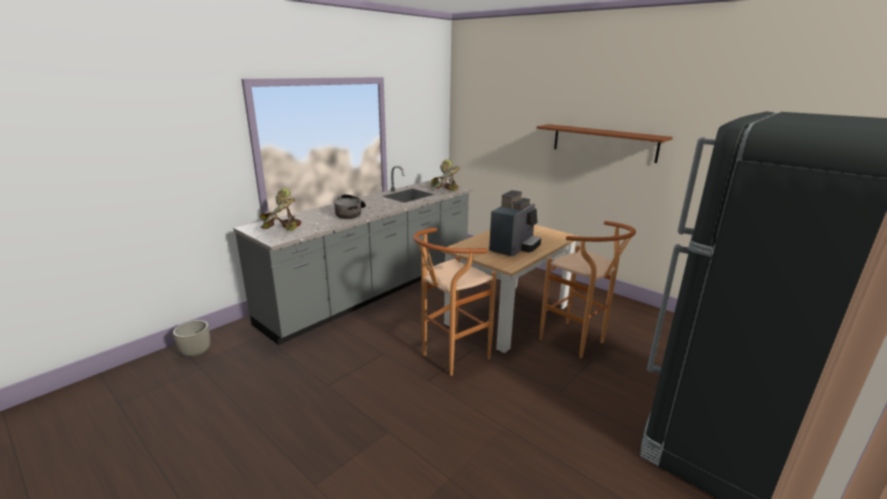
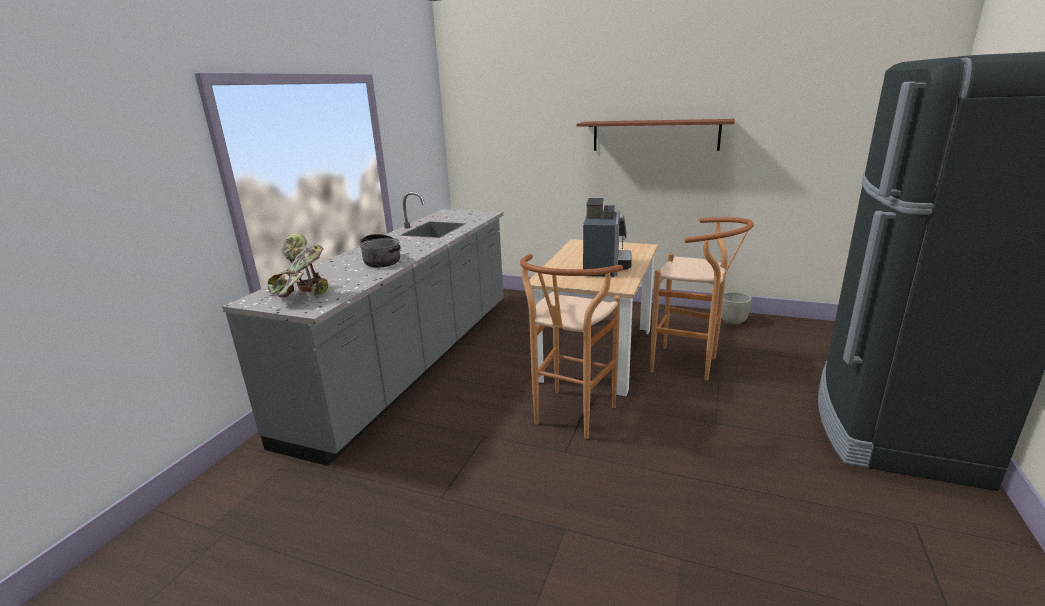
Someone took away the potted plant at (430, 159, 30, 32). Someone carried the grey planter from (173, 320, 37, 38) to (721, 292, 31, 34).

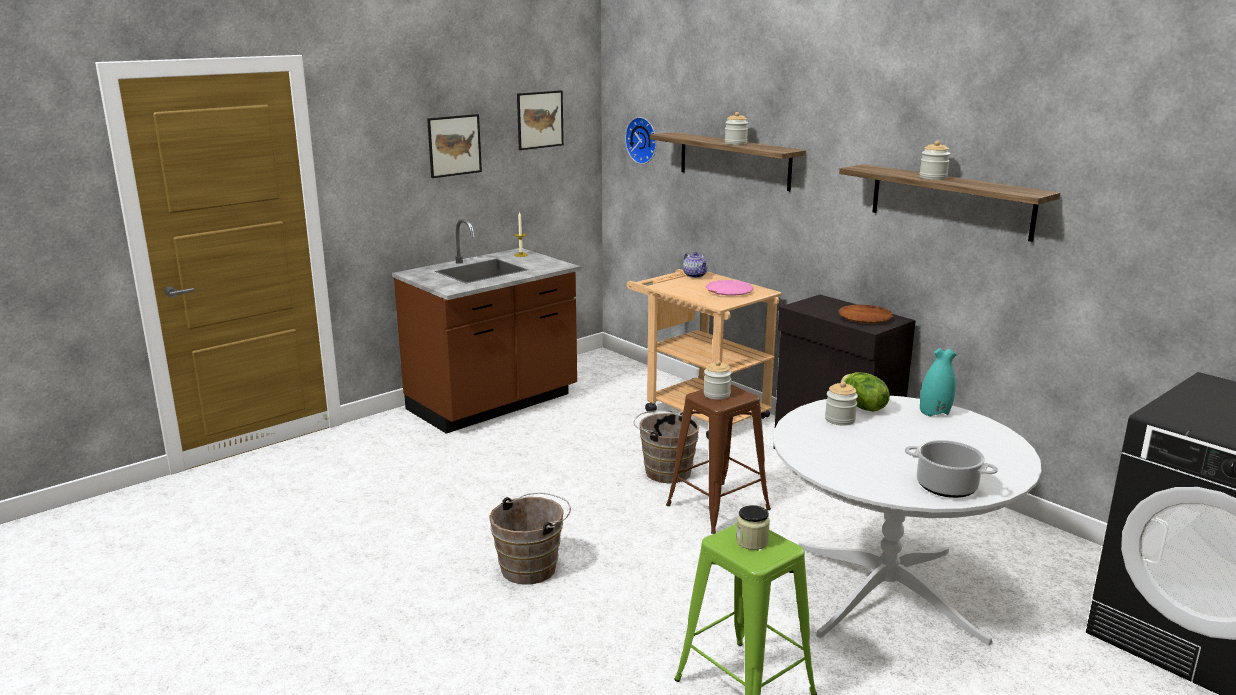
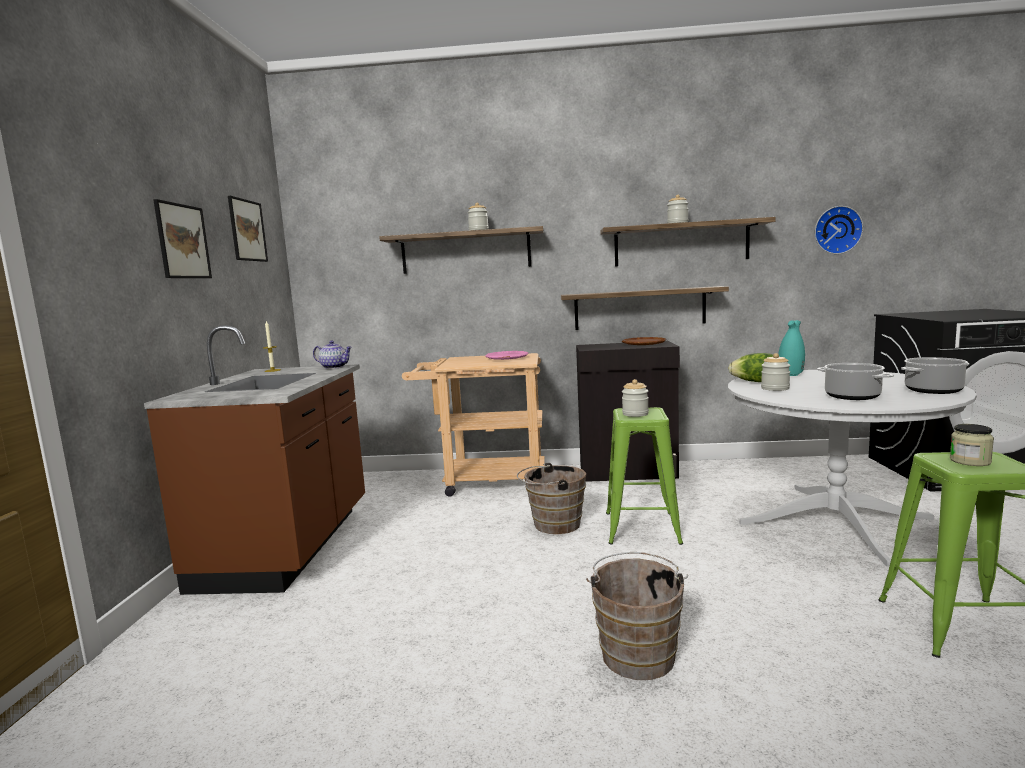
Someone carried the wall clock from (625, 117, 32, 47) to (815, 206, 48, 48). Someone carried the teapot from (683, 252, 25, 26) to (313, 341, 39, 28). Someone repainted the brown stool at (666, 384, 105, 150), which became the green stool at (606, 407, 77, 138). Someone put up the shelf at (561, 286, 168, 44). Someone put down the cooking pot at (817, 363, 77, 37).

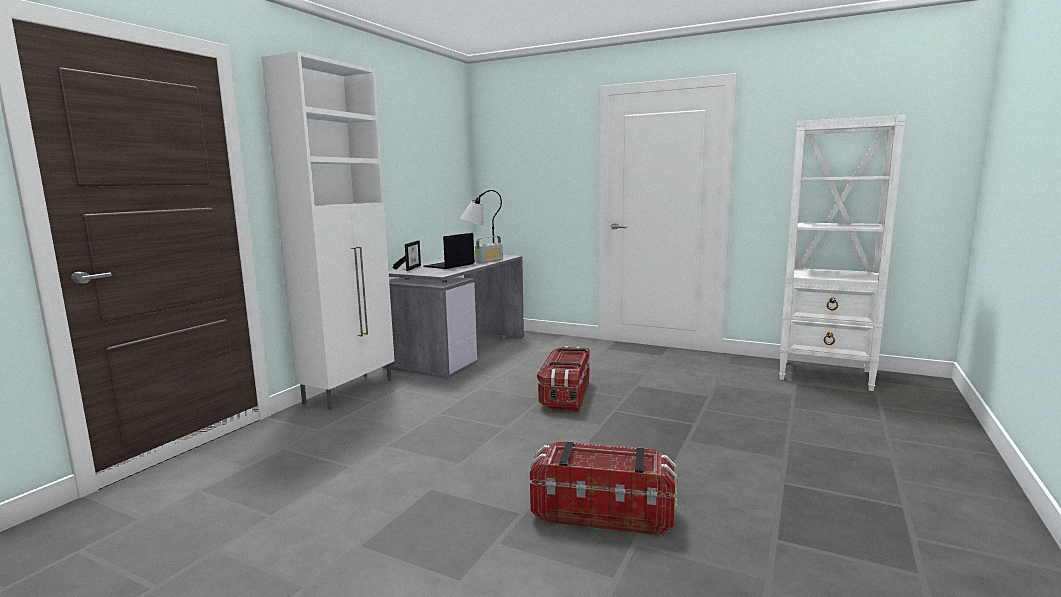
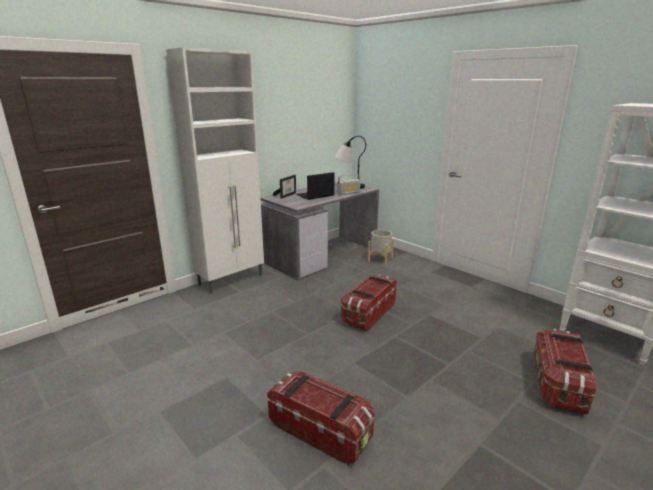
Someone put down the grey planter at (368, 230, 26, 35). Someone put down the storage box at (534, 329, 62, 86).

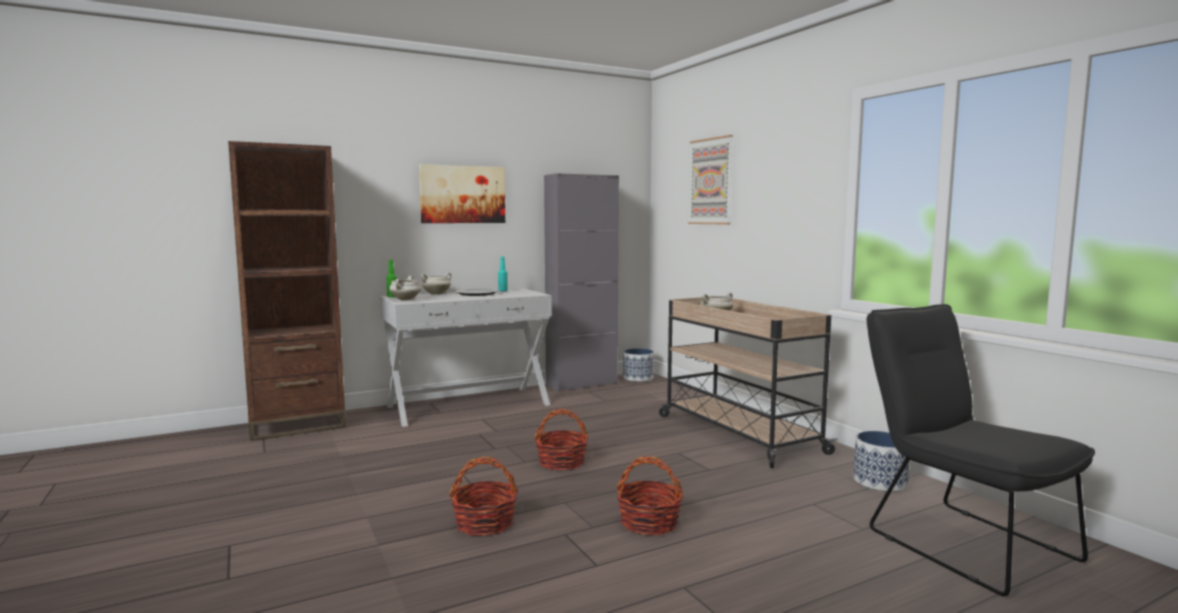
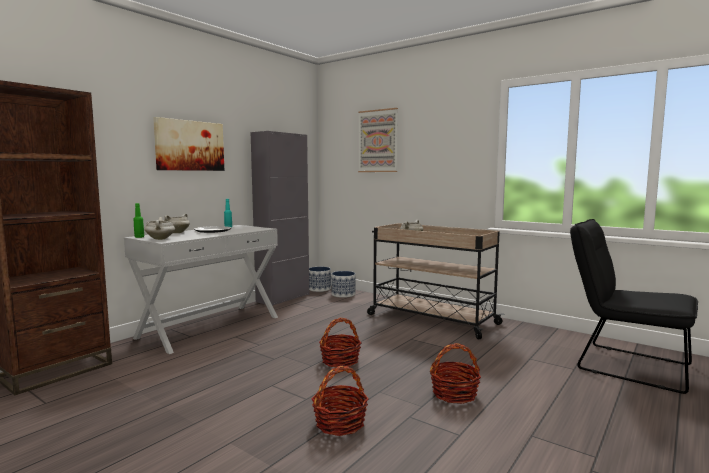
Someone carried the planter from (854, 431, 56, 61) to (331, 271, 24, 27).

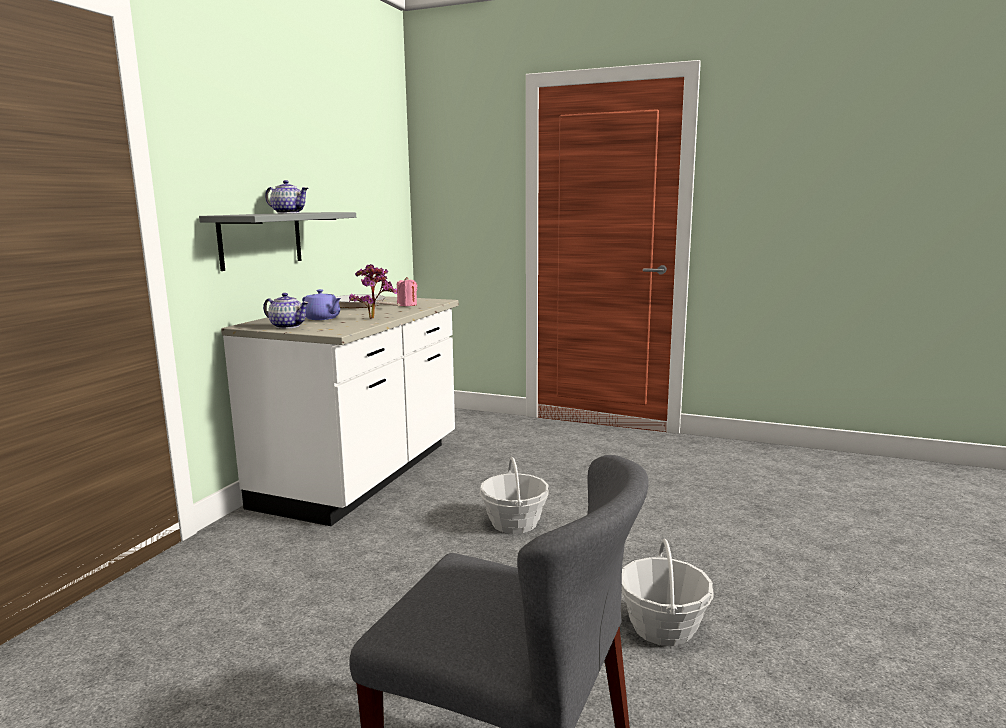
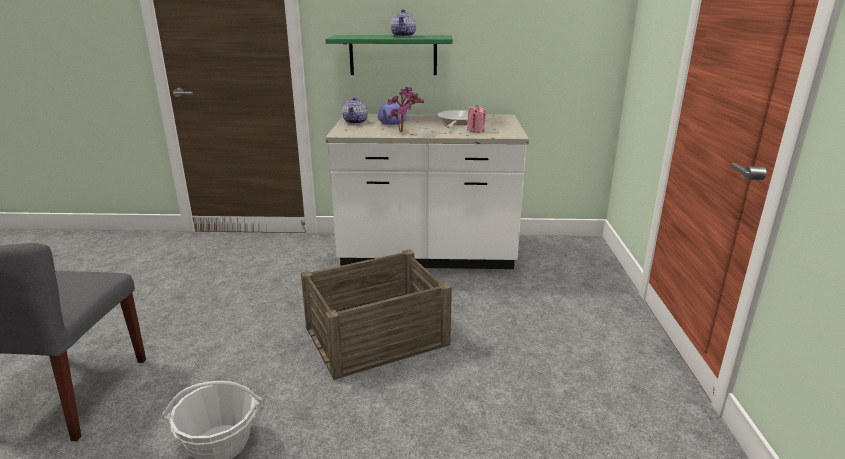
Someone repainted the grey shelf at (199, 212, 157, 59), which became the green shelf at (325, 35, 128, 40). Someone swapped the basket at (480, 457, 69, 77) for the crate at (301, 249, 151, 131).

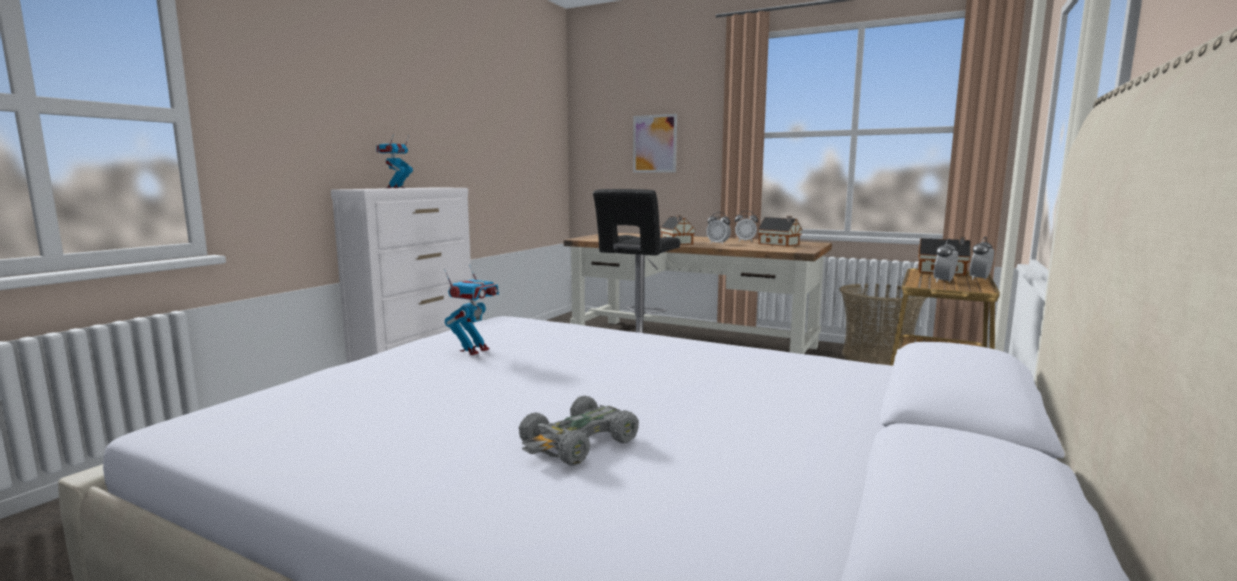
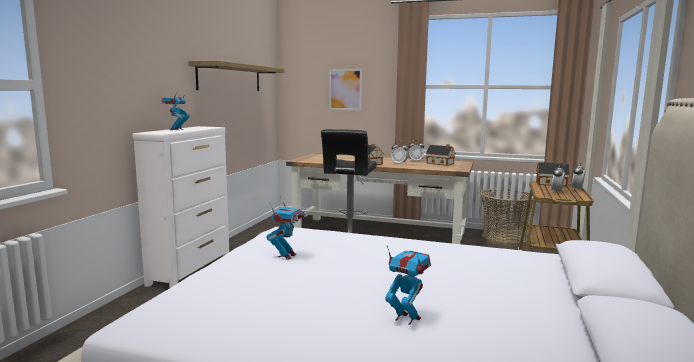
Someone swapped the grey toy car at (519, 396, 120, 70) for the toy robot at (385, 246, 46, 79). Someone put up the shelf at (189, 61, 95, 30).

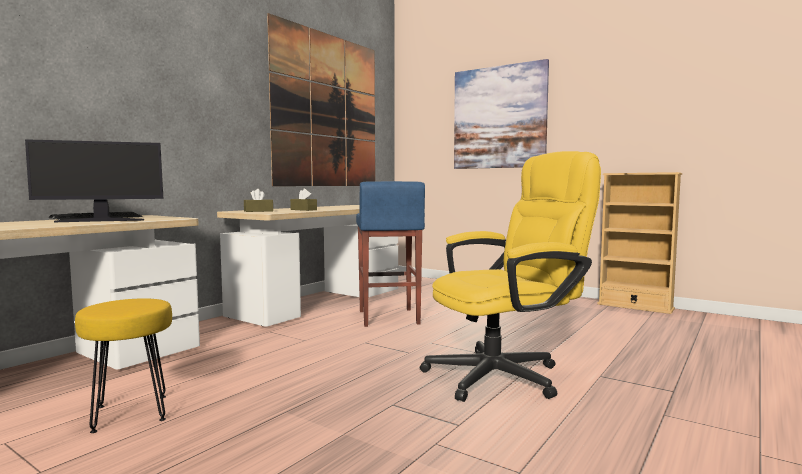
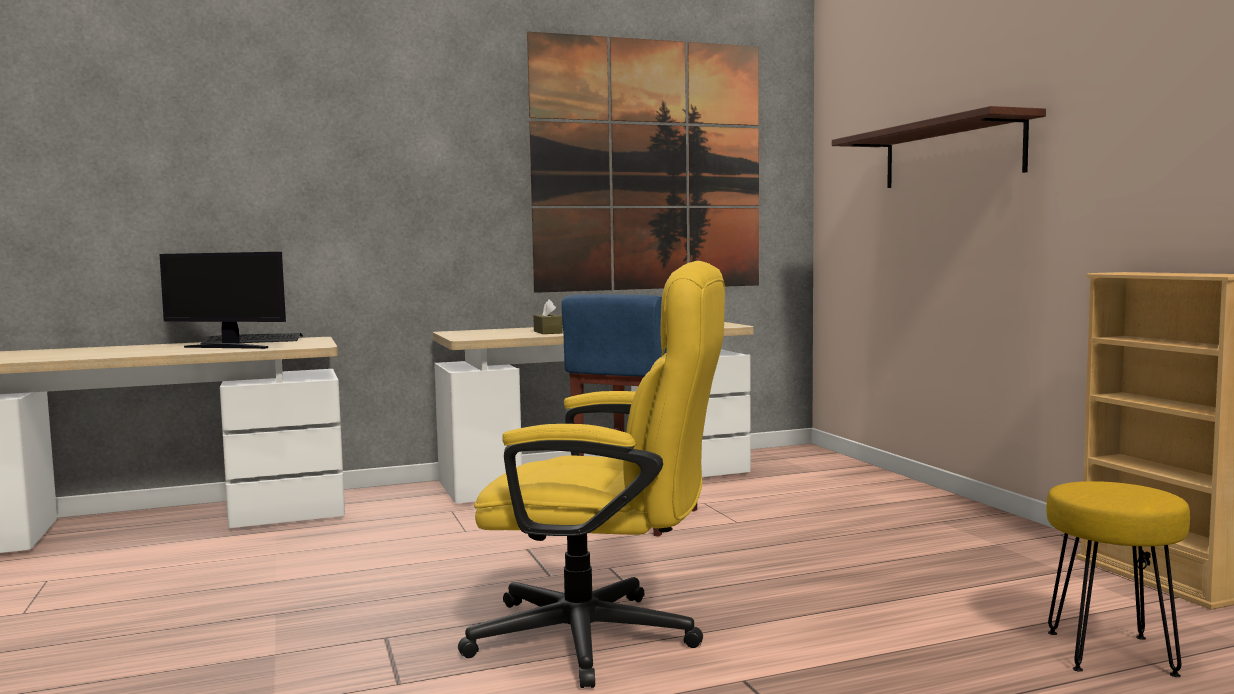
Someone swapped the picture at (454, 59, 95, 110) for the shelf at (832, 106, 214, 82). Someone took away the brown tissue box at (244, 189, 29, 23). Someone carried the yellow stool from (75, 298, 97, 135) to (1047, 481, 143, 196).

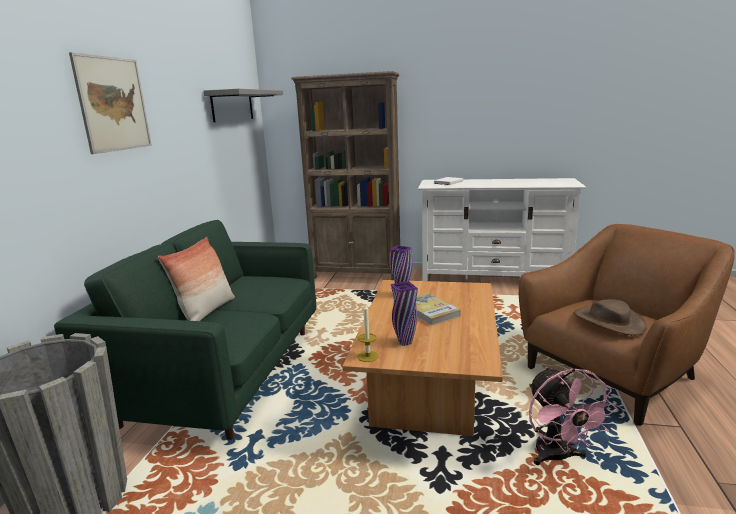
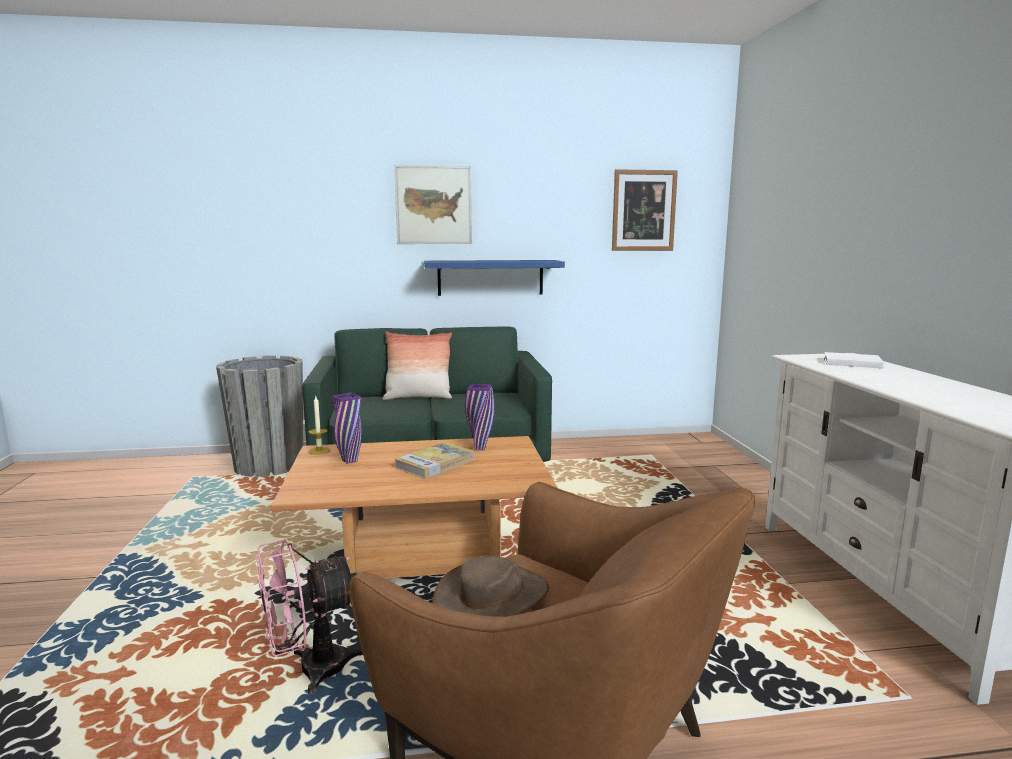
Someone took away the brown bookcase at (291, 71, 109, 209). Someone swapped the grey shelf at (203, 89, 80, 33) for the picture at (612, 169, 66, 82). Someone put up the blue shelf at (424, 260, 141, 36).

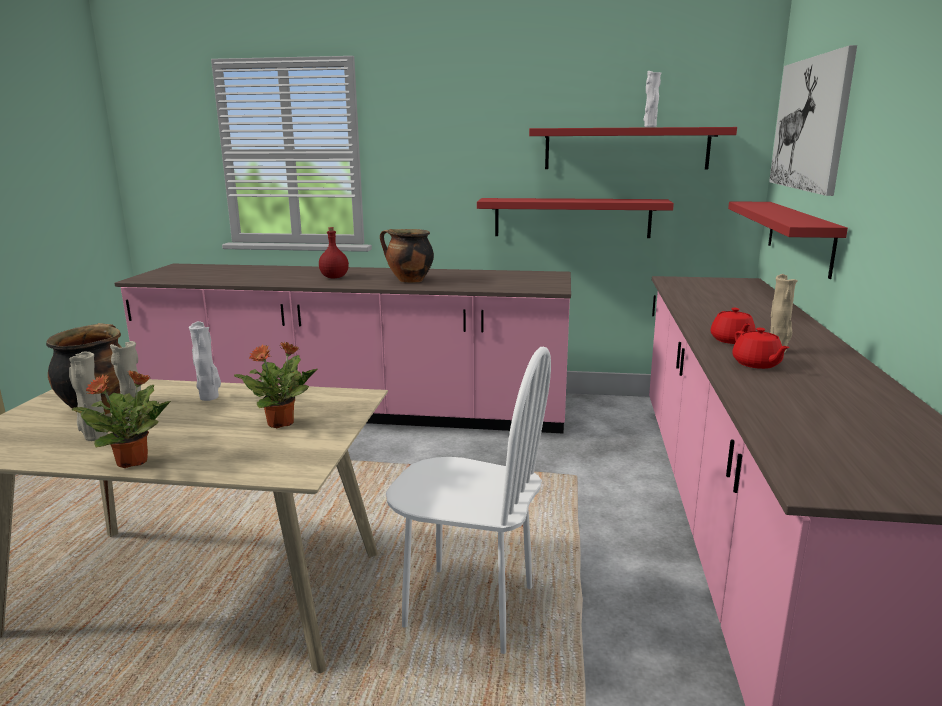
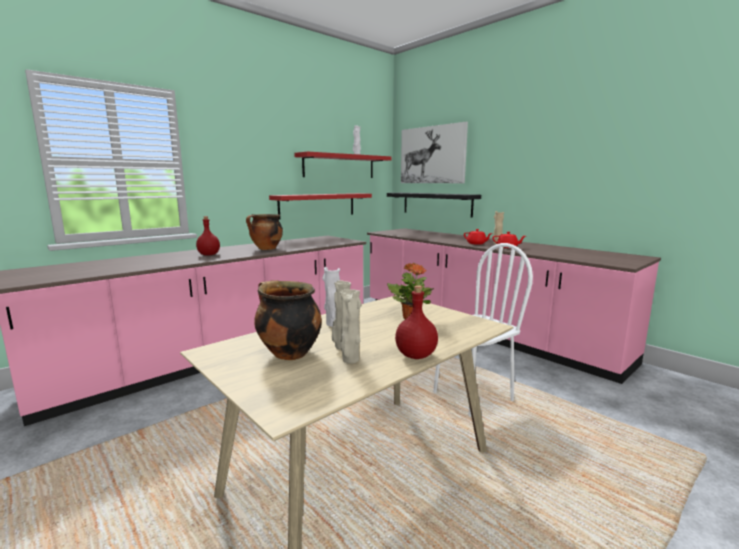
Someone repainted the red shelf at (728, 201, 120, 78), which became the black shelf at (387, 193, 94, 25). Someone swapped the potted plant at (72, 370, 99, 98) for the red bottle at (395, 285, 43, 74).

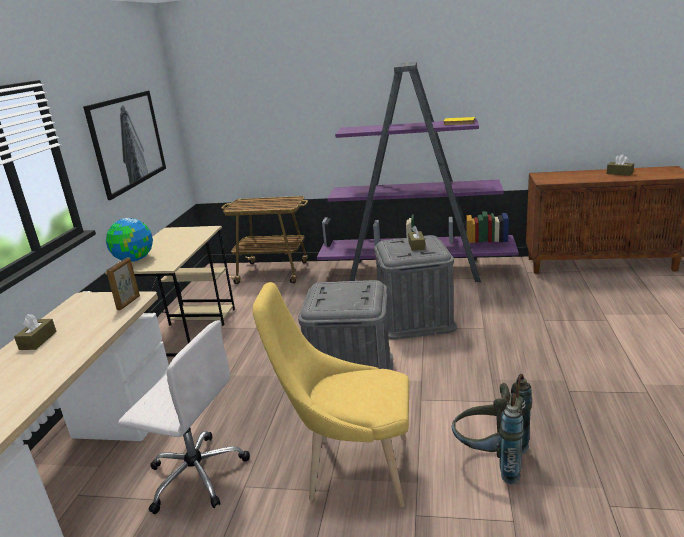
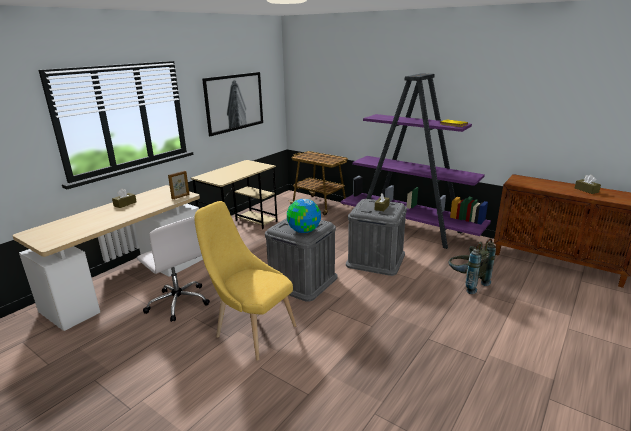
Someone carried the globe from (106, 218, 47, 44) to (287, 199, 34, 34). Someone carried the grey backpack from (451, 374, 81, 110) to (449, 239, 47, 55).

